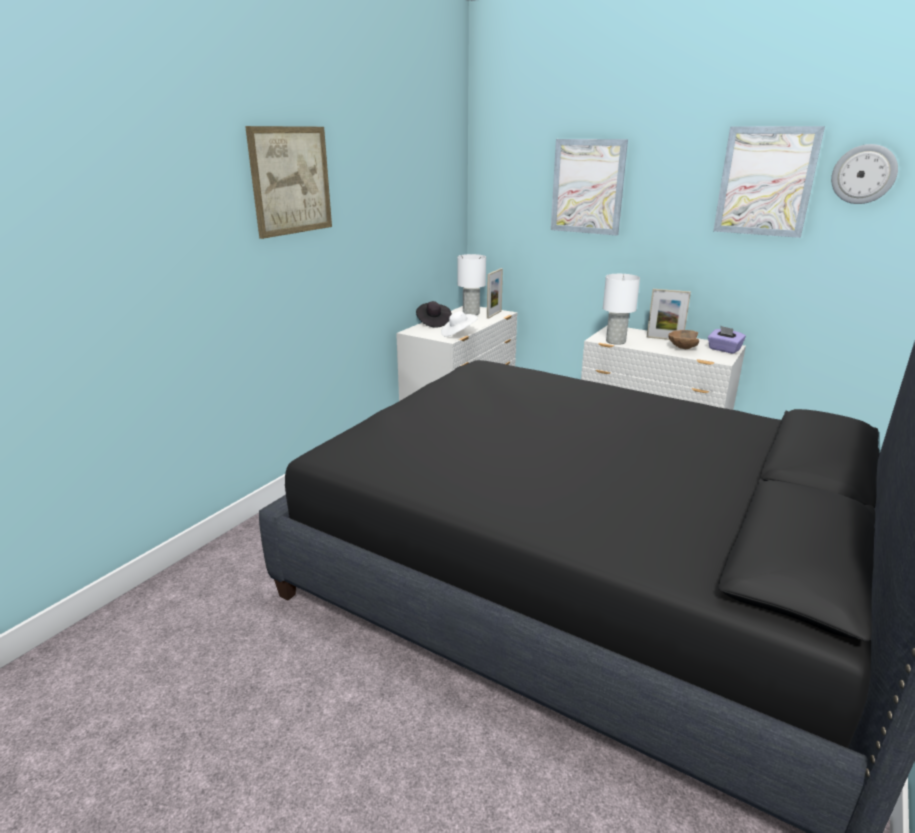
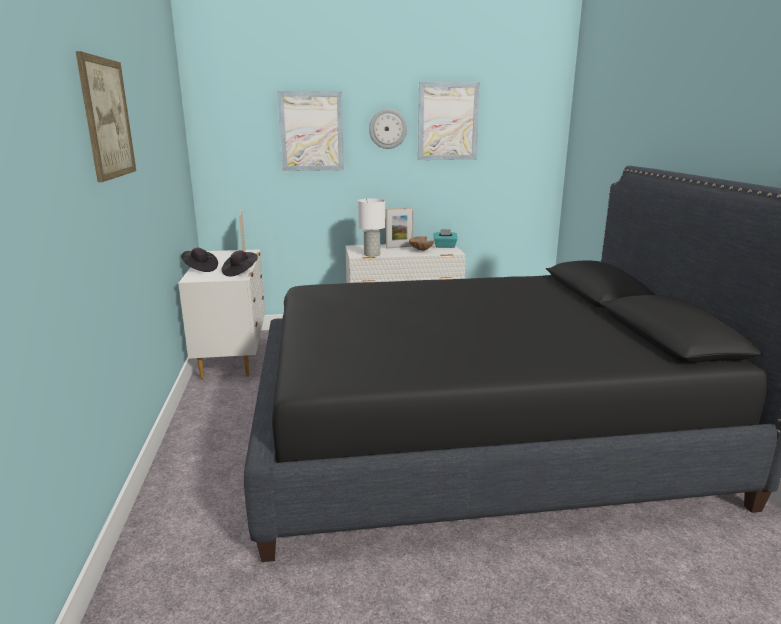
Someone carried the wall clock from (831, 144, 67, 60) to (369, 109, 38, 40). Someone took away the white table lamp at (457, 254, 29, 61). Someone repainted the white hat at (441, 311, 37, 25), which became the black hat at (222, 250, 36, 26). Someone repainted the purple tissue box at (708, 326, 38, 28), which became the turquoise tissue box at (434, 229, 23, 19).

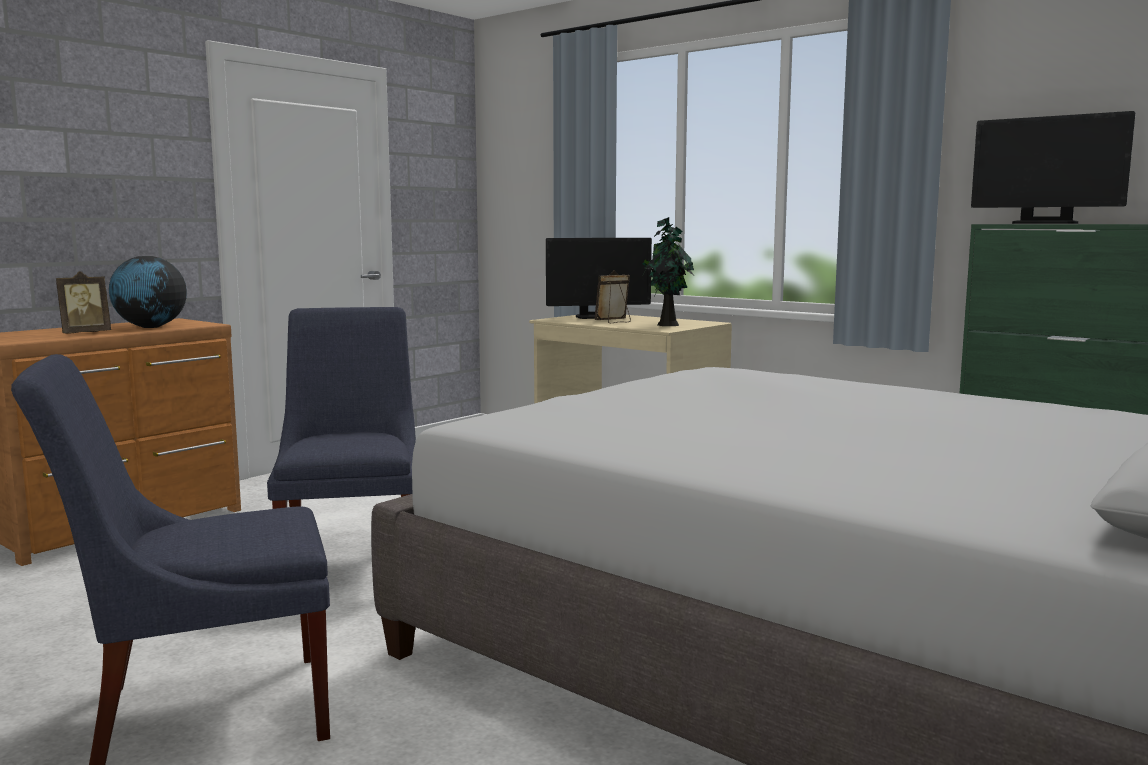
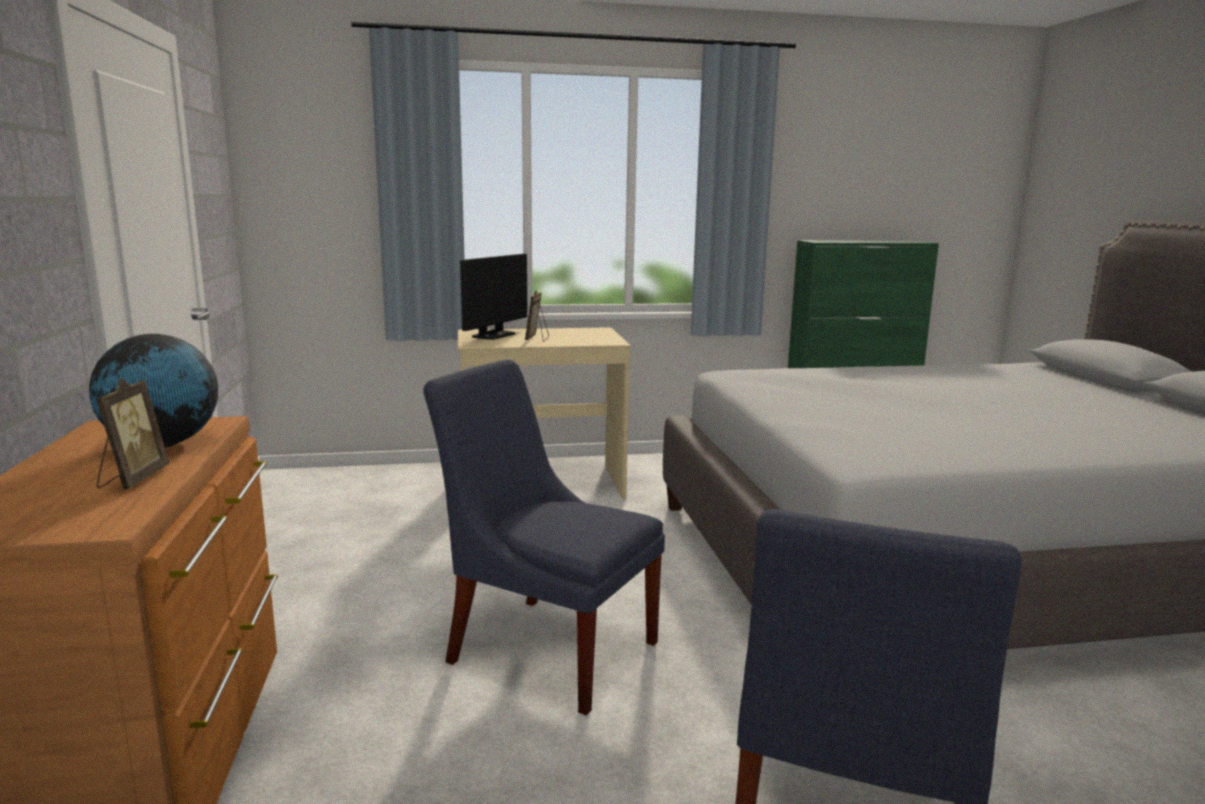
Someone took away the monitor at (971, 111, 164, 113). Someone took away the potted plant at (642, 217, 52, 109).

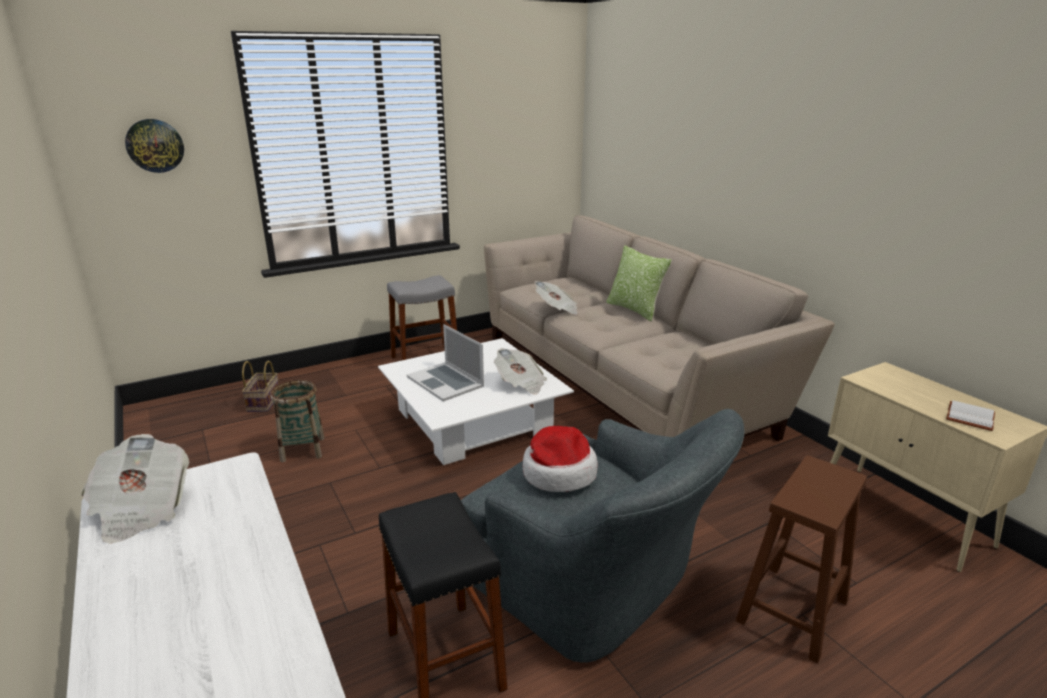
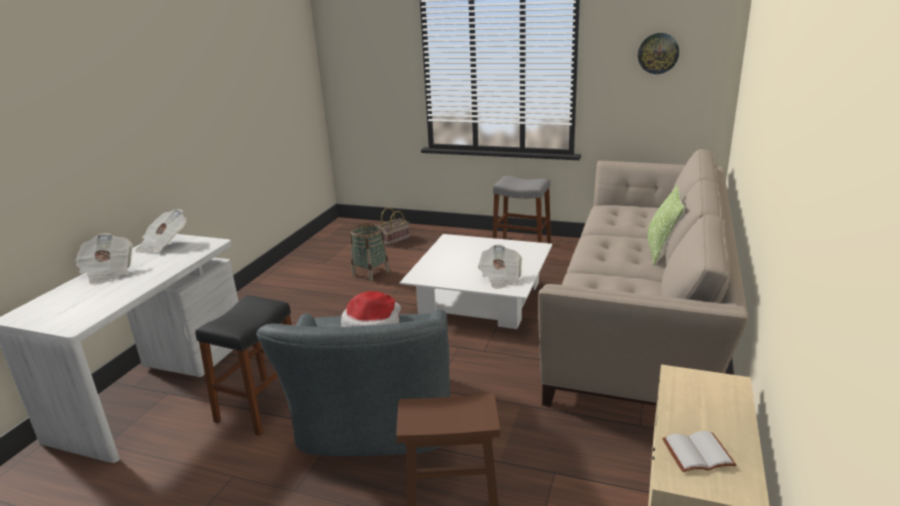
Someone carried the wall clock from (125, 119, 59, 54) to (638, 33, 41, 41). Someone carried the newspaper from (534, 281, 44, 34) to (74, 233, 59, 52). Someone took away the laptop at (407, 324, 77, 77).

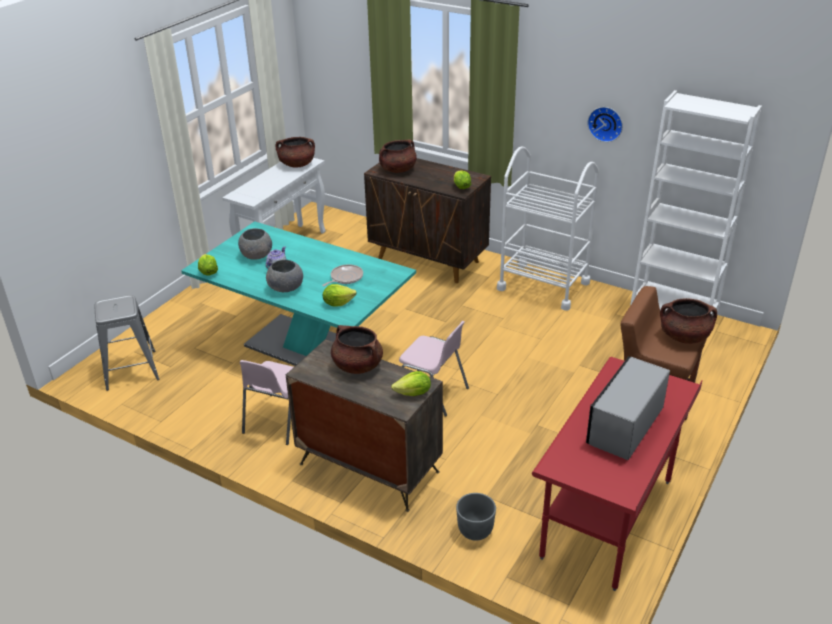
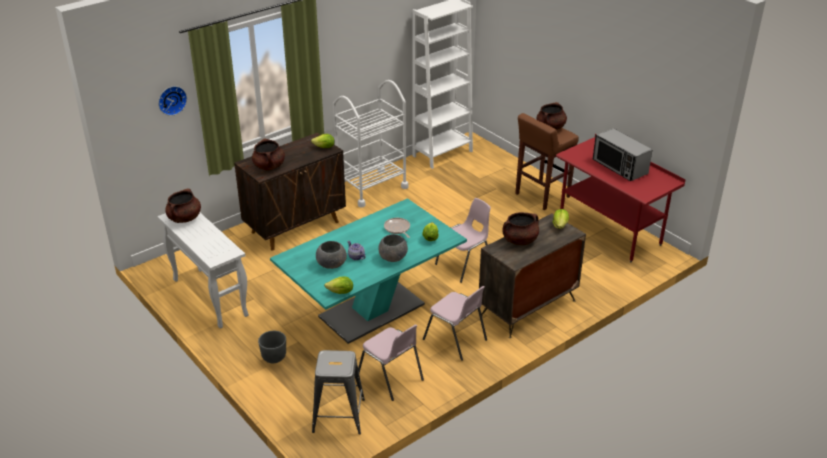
Someone carried the wall clock from (588, 107, 35, 35) to (158, 86, 29, 30). Someone carried the grey planter from (456, 493, 40, 48) to (258, 331, 28, 32). Someone put down the pink chair at (358, 324, 66, 77).

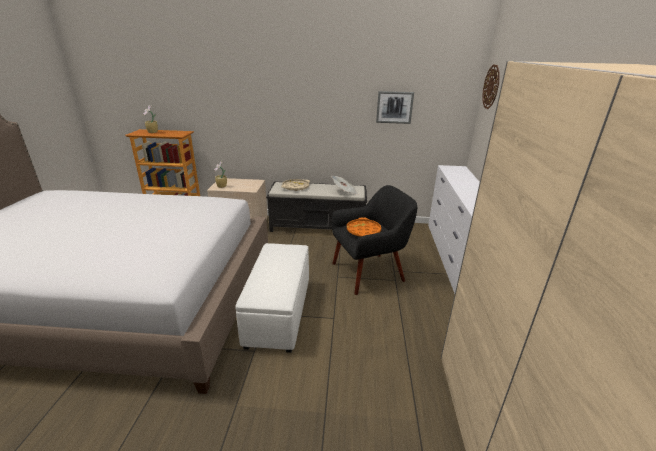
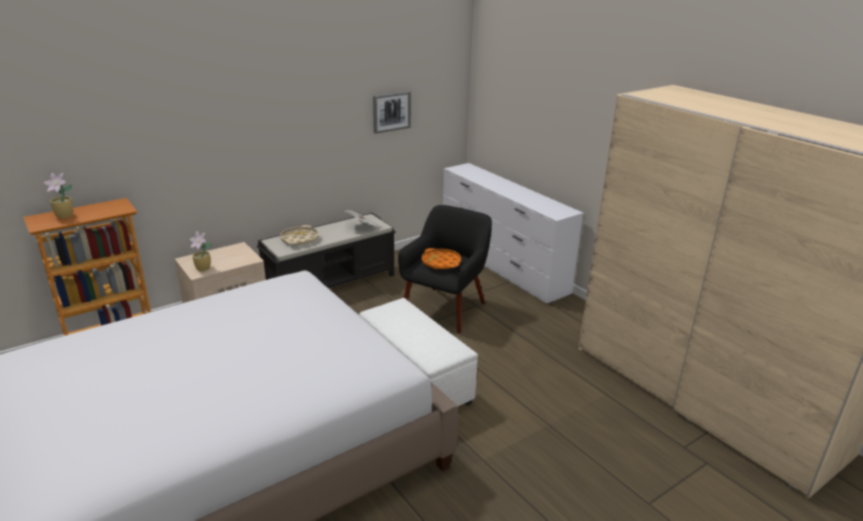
Someone took away the wall clock at (482, 65, 18, 44).

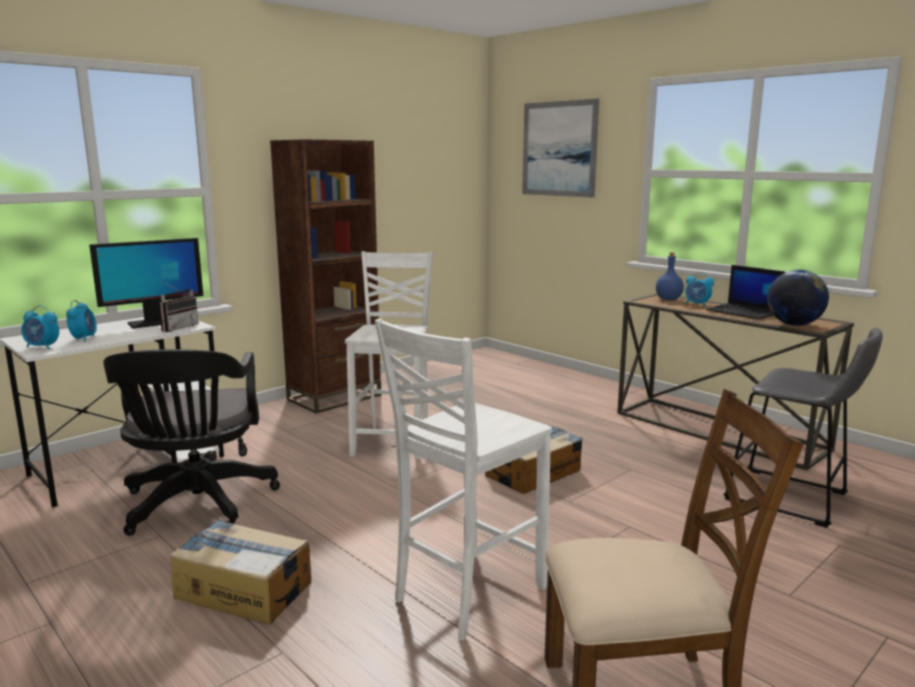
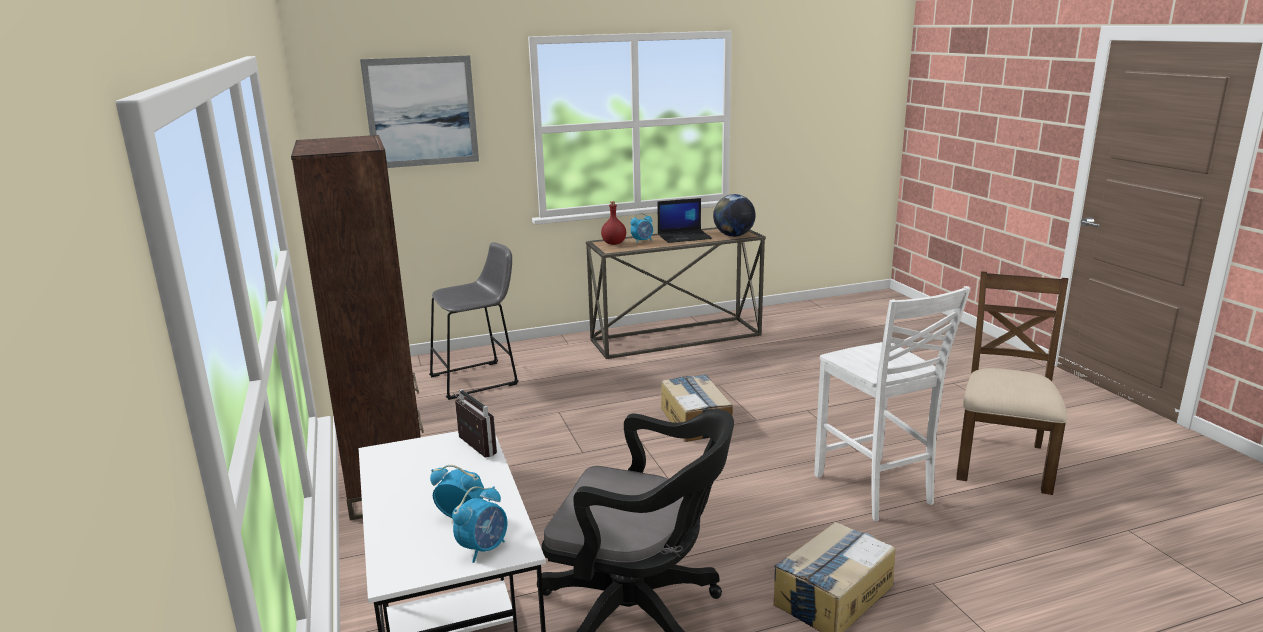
Someone took away the monitor at (89, 238, 115, 91). Someone took away the white chair at (345, 251, 88, 209). Someone repainted the blue bottle at (656, 252, 28, 48), which became the red bottle at (601, 201, 25, 44). Someone carried the grey stool from (723, 328, 160, 200) to (429, 242, 90, 158).

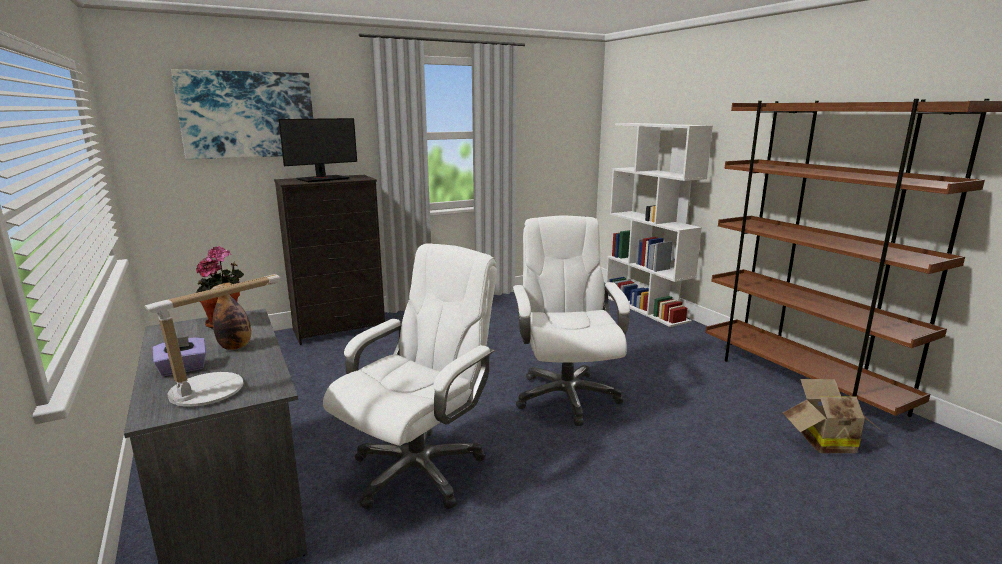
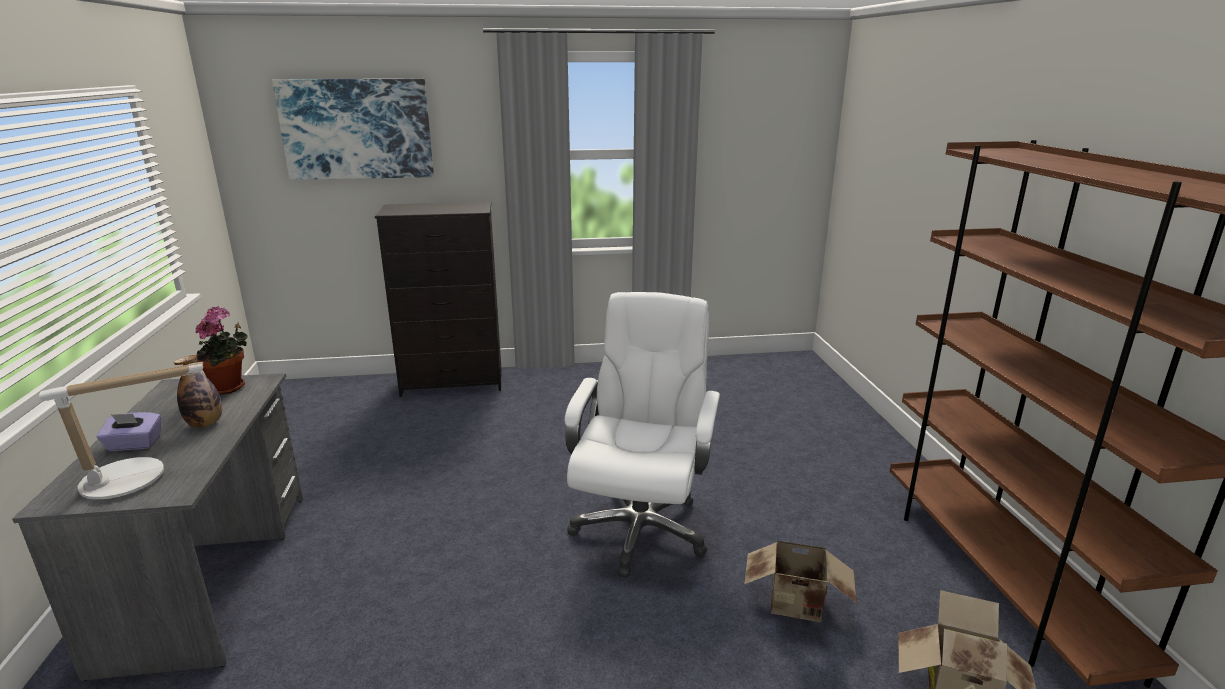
Someone took away the monitor at (278, 118, 79, 64). Someone took away the white bookcase at (606, 123, 107, 204). Someone took away the white office chair at (323, 243, 174, 266). Someone put down the cardboard box at (745, 541, 112, 81).

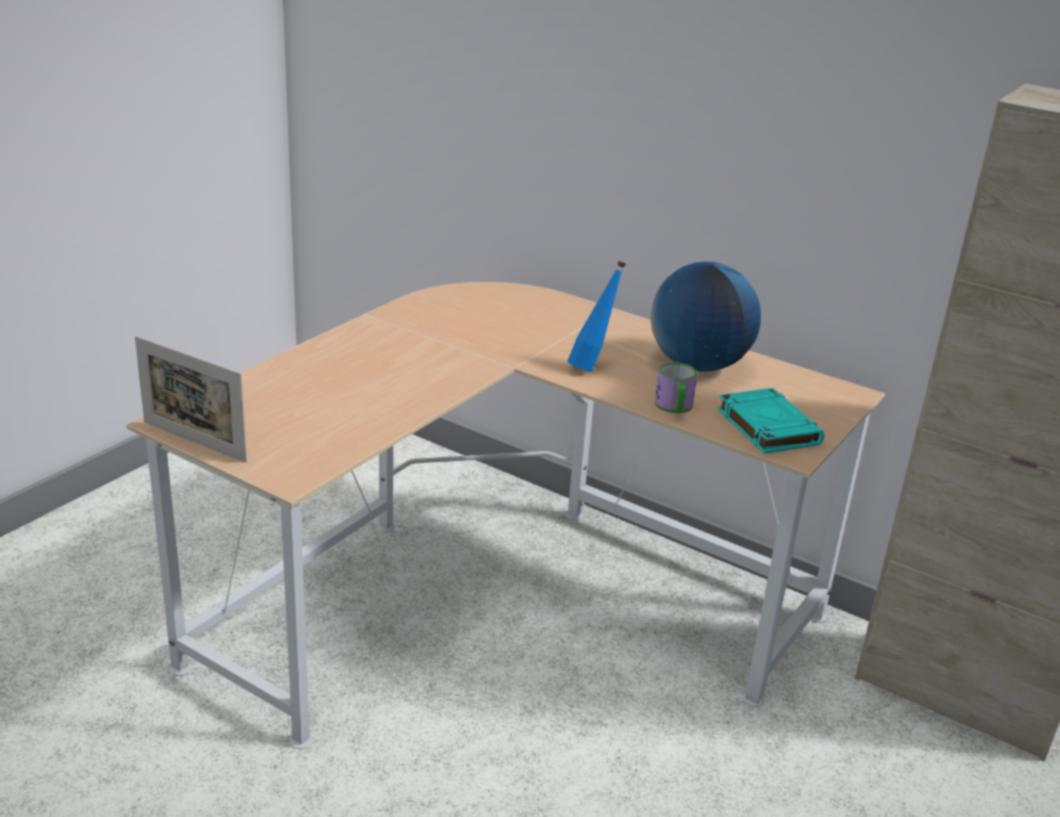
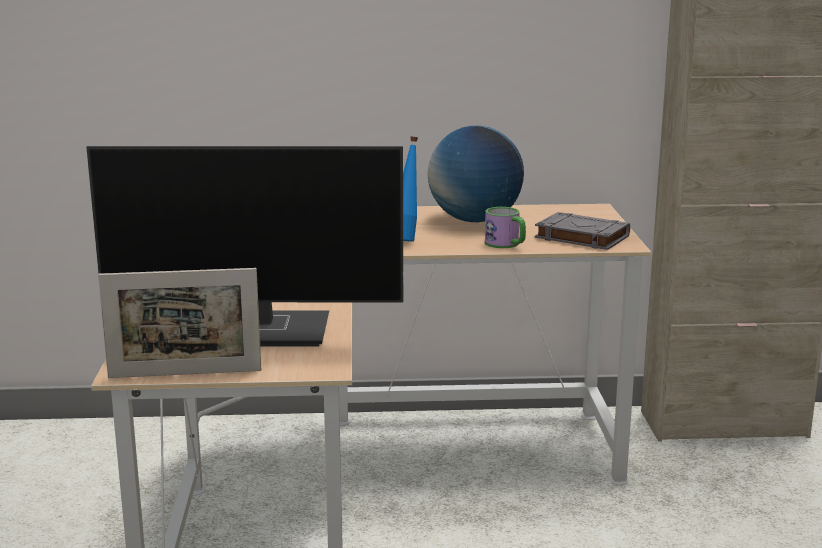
Someone repainted the turquoise book at (718, 388, 106, 66), which became the grey book at (535, 212, 95, 38). Someone put down the monitor at (86, 146, 317, 200).

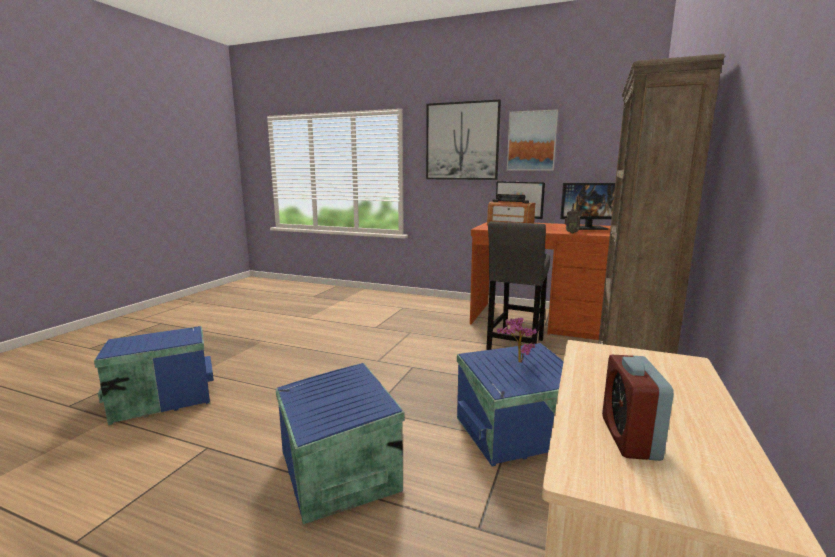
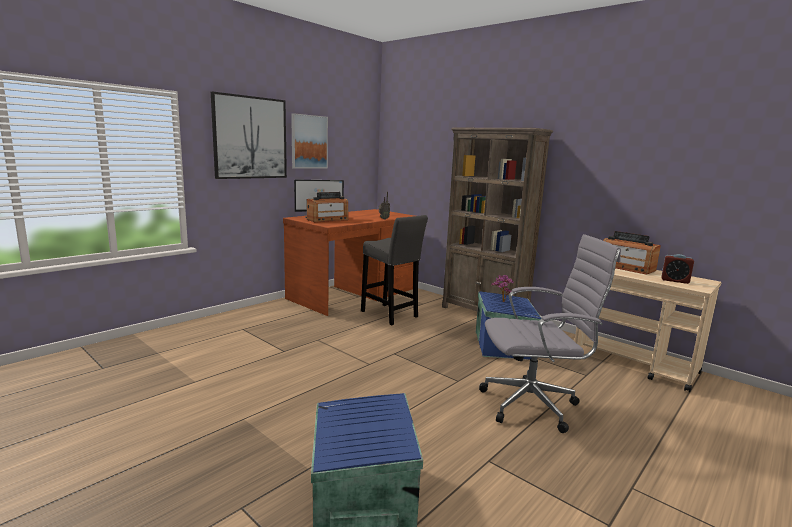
Someone took away the monitor at (560, 183, 55, 47). Someone swapped the blue storage box at (276, 363, 129, 161) for the grey office chair at (479, 234, 142, 199). Someone put down the radio at (603, 231, 58, 44).

